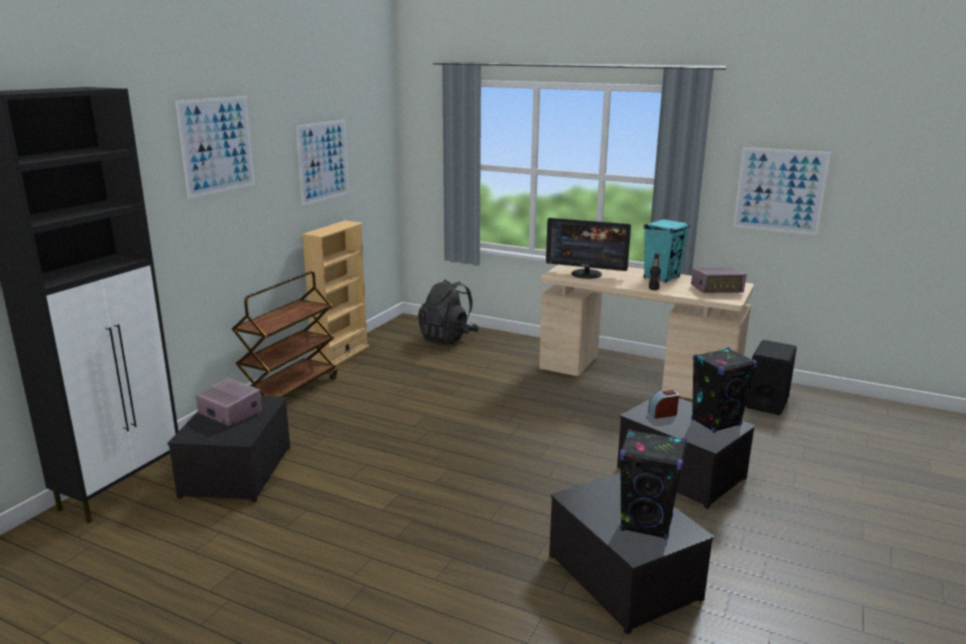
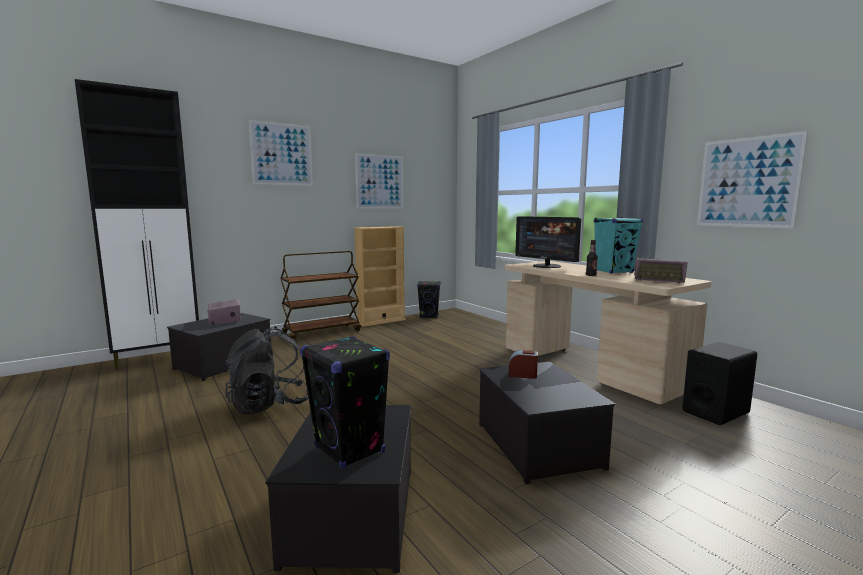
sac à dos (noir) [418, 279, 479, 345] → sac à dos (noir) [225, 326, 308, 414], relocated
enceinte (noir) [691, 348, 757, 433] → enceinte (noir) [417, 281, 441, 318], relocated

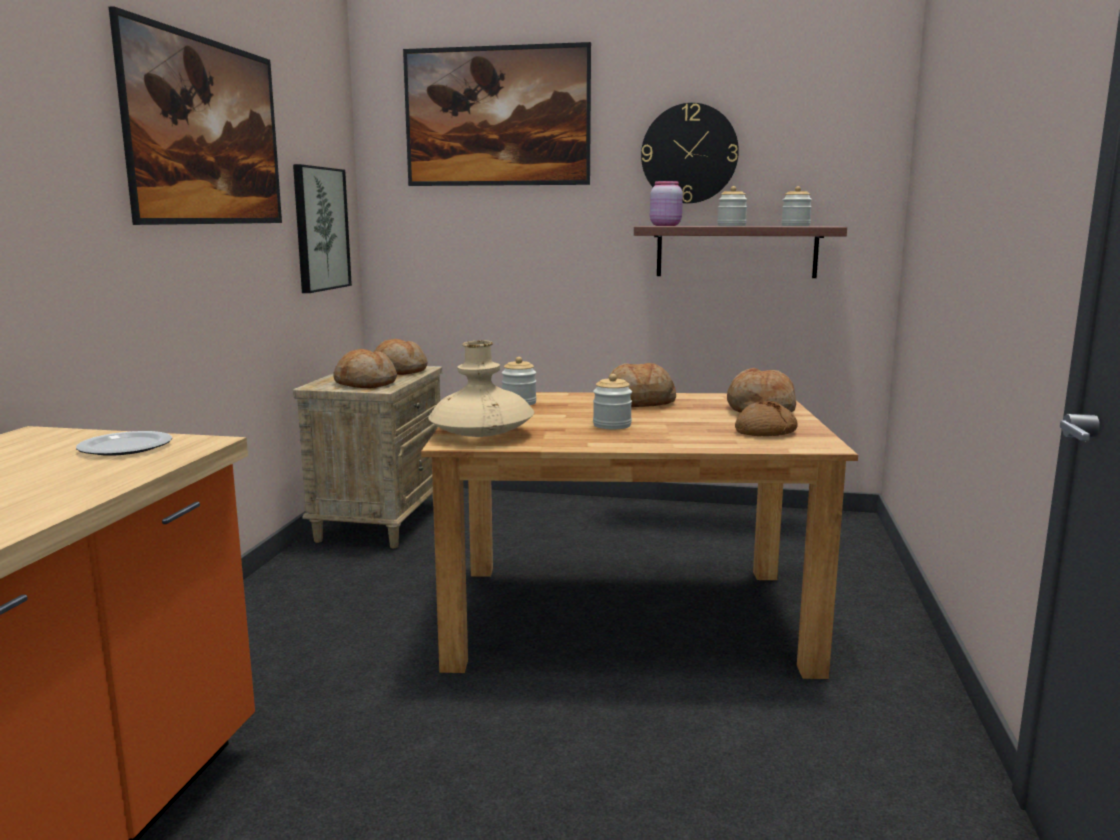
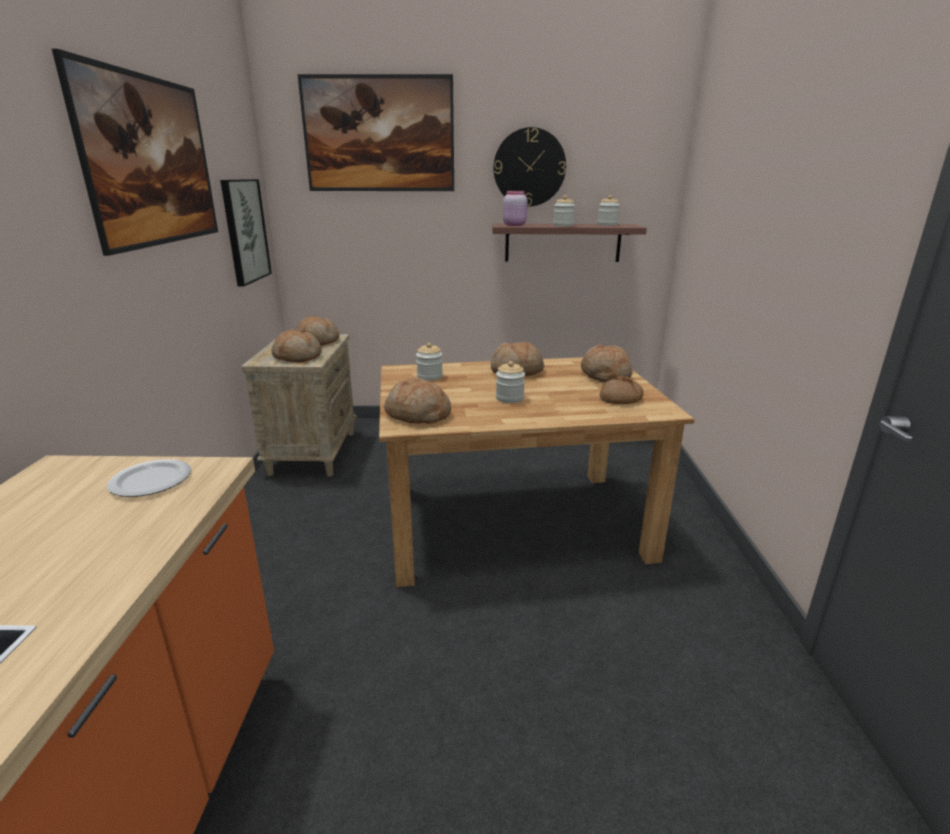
vase (beige) [428, 340, 534, 437] → pain [384, 377, 451, 424]

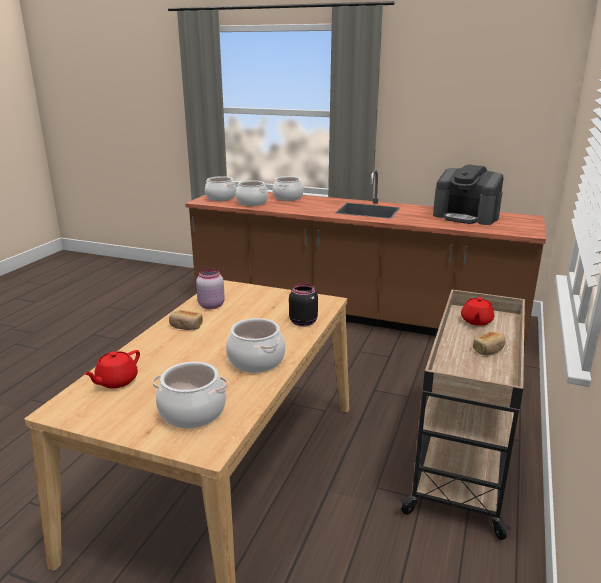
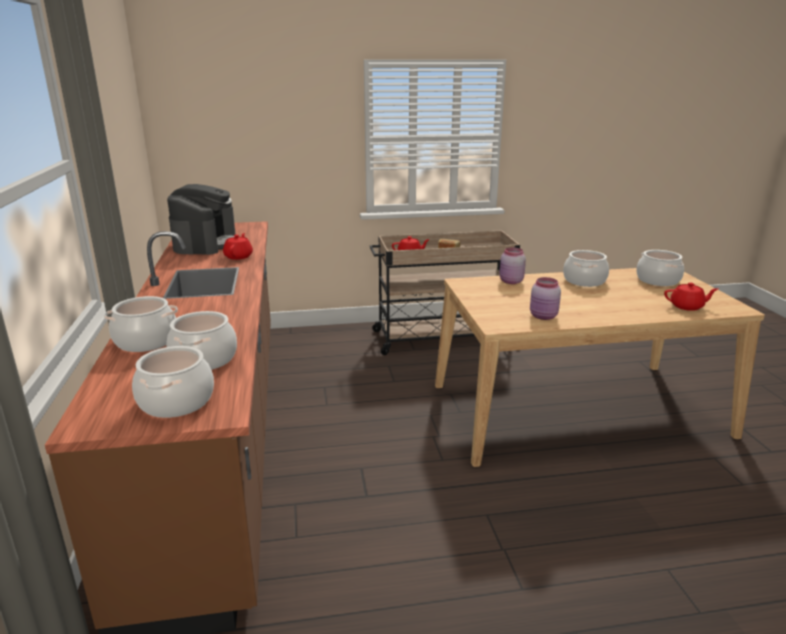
pain [169, 310, 203, 330] → -
- → théière (rouge) [223, 233, 253, 260]
bocal (noir) [289, 283, 318, 327] → bocal (rose) [499, 247, 526, 284]

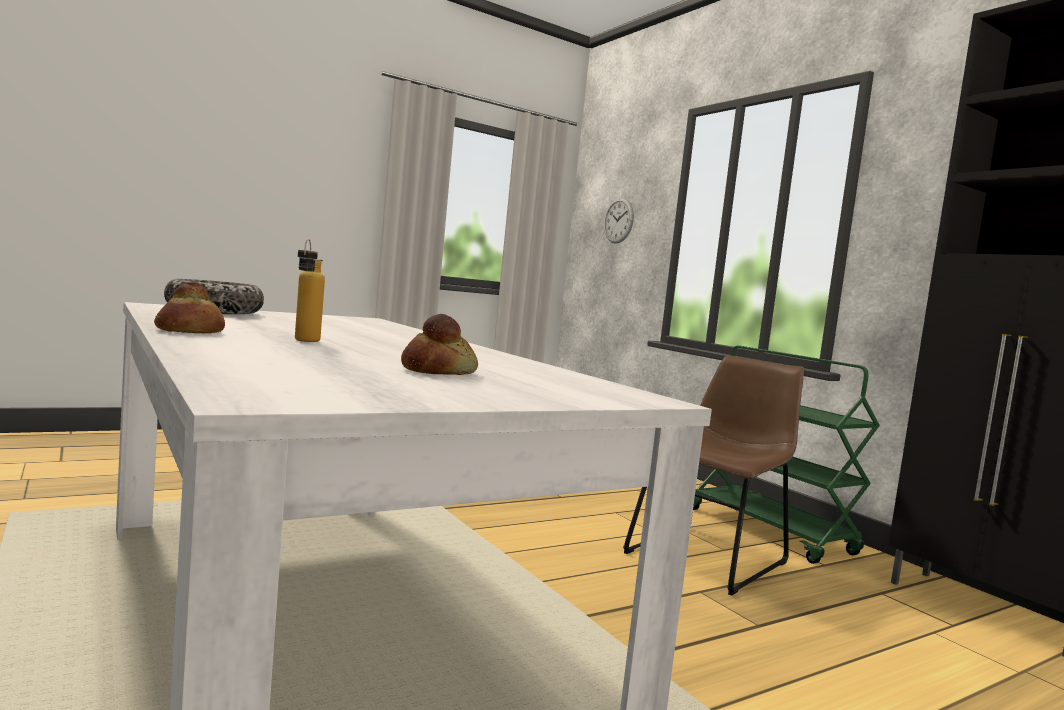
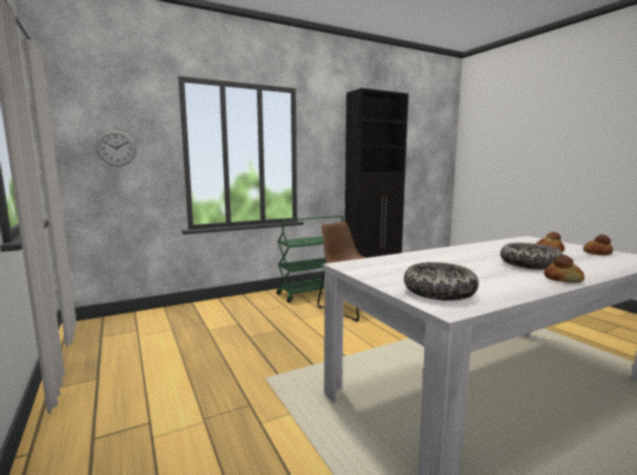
- → pain [583, 234, 613, 255]
bouteille [295, 239, 325, 342] → bol [500, 243, 563, 270]

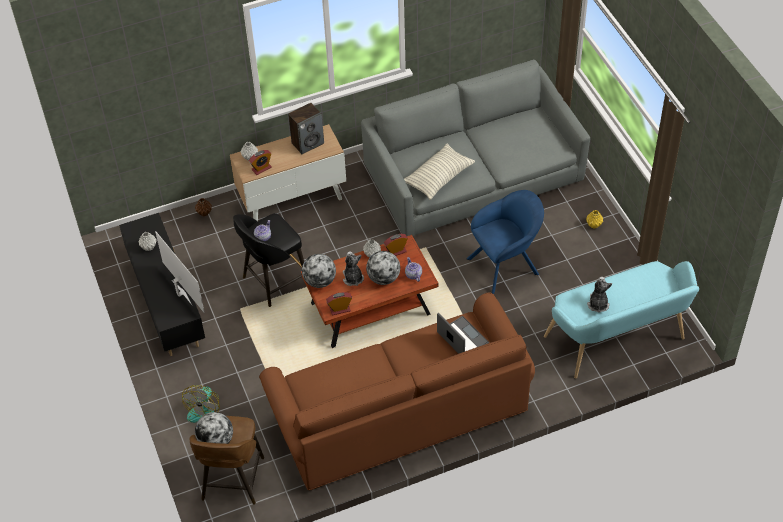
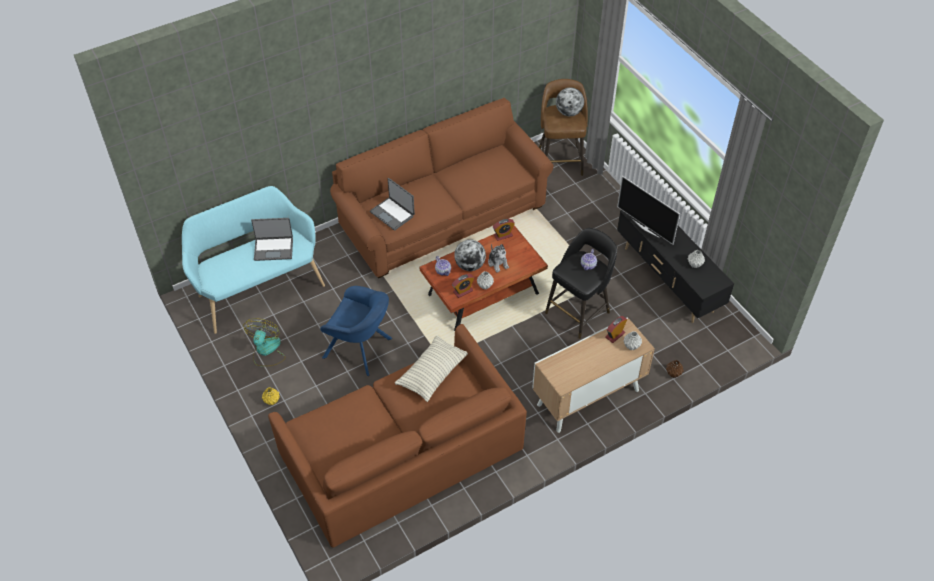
enceinte [288, 103, 324, 155] → -
globe [302, 254, 336, 288] → -
ventilateur [182, 385, 219, 423] → ventilateur [244, 318, 285, 367], relocated
peluche [587, 277, 612, 313] → ordinateur portable [251, 218, 293, 261]
canapé (gris) [361, 60, 590, 236] → canapé (marron) [268, 324, 527, 548]
fauteuil (bleu) [467, 190, 544, 294] → fauteuil (bleu) [320, 286, 392, 376], 120 degrees counterclockwise

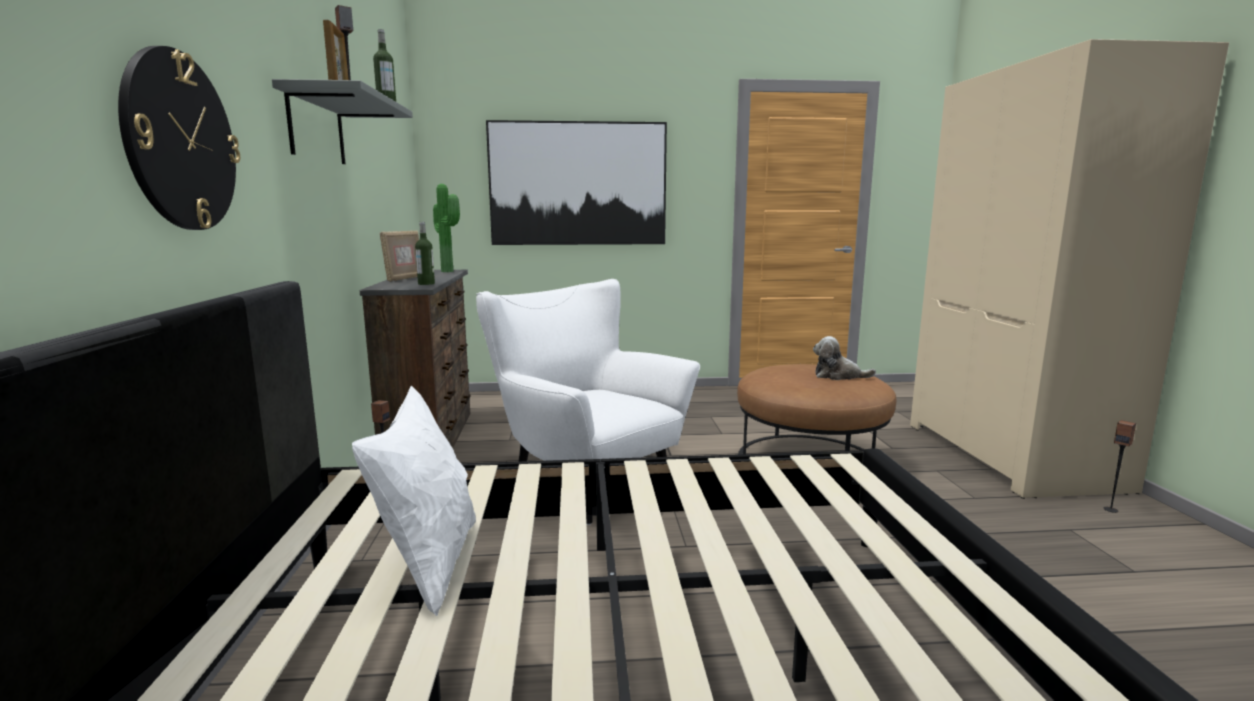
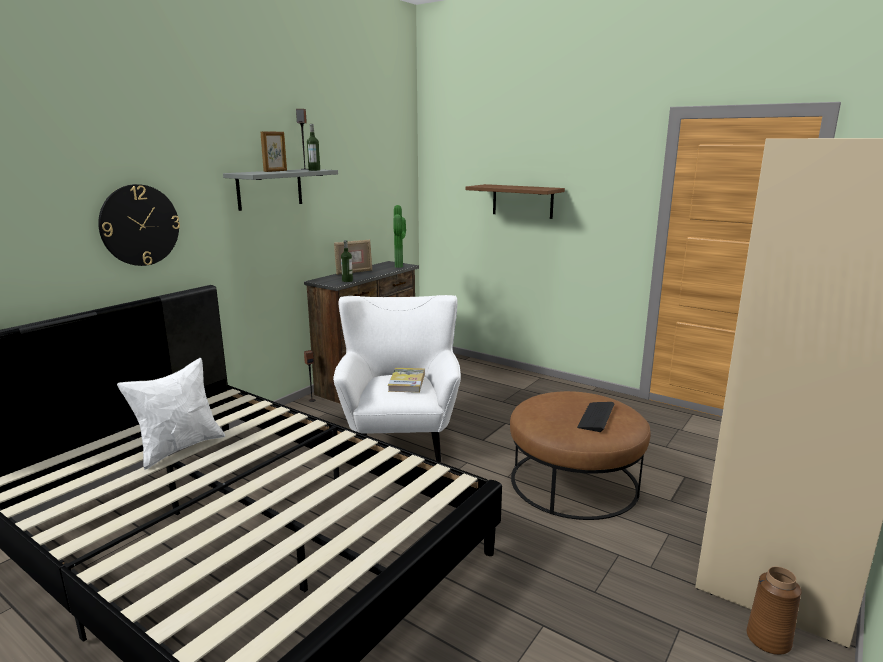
- → livre [388, 368, 425, 393]
tableau [486, 120, 667, 245] → étagère (marron) [466, 184, 565, 219]
peluche [813, 336, 876, 380] → clavier [577, 402, 614, 432]
enceinte [1104, 420, 1136, 513] → vase (marron) [747, 567, 802, 655]

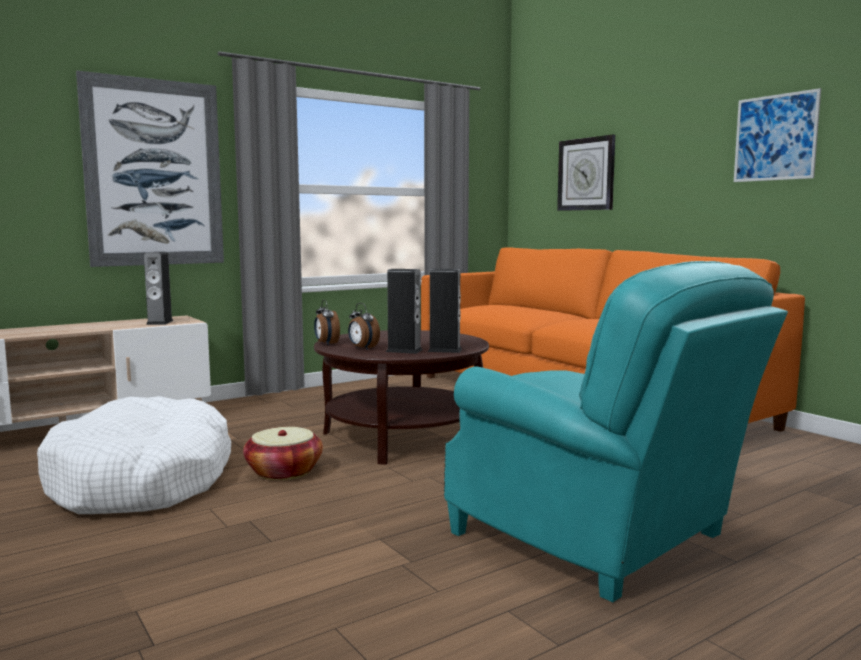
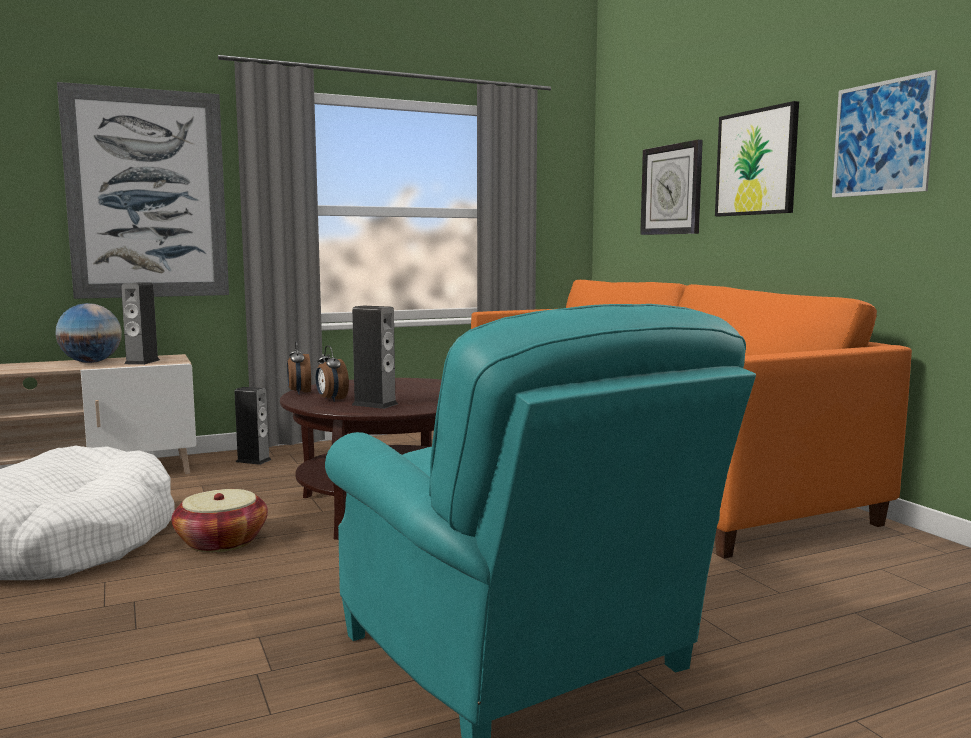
- → globe [55, 303, 122, 363]
- → tableau [715, 101, 799, 216]
enceinte [428, 269, 462, 353] → enceinte [235, 387, 272, 465], relocated

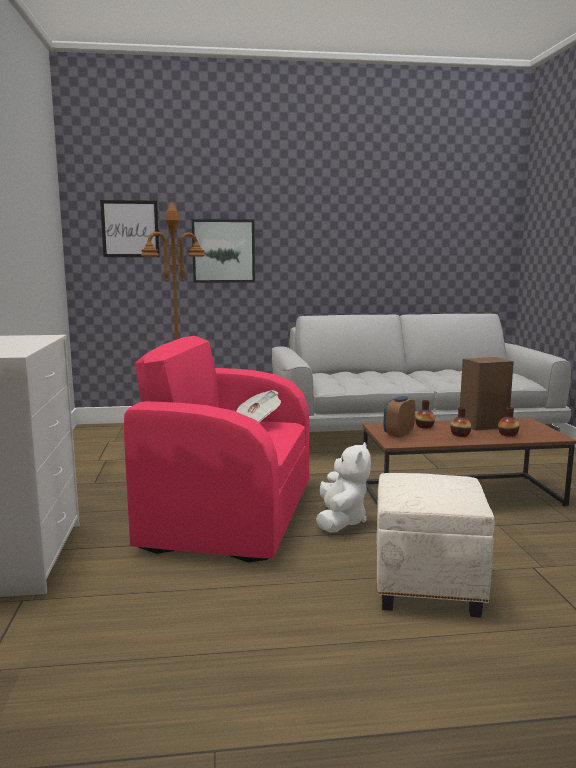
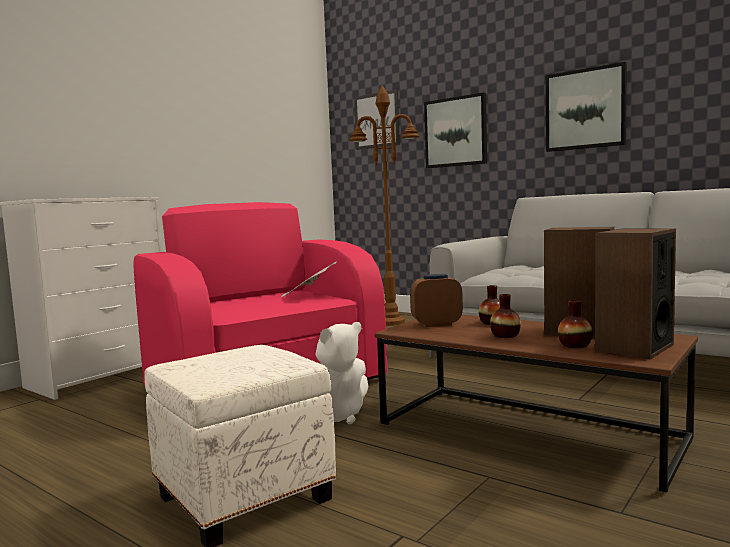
- → tableau [546, 62, 627, 152]
- → enceinte [595, 229, 676, 359]

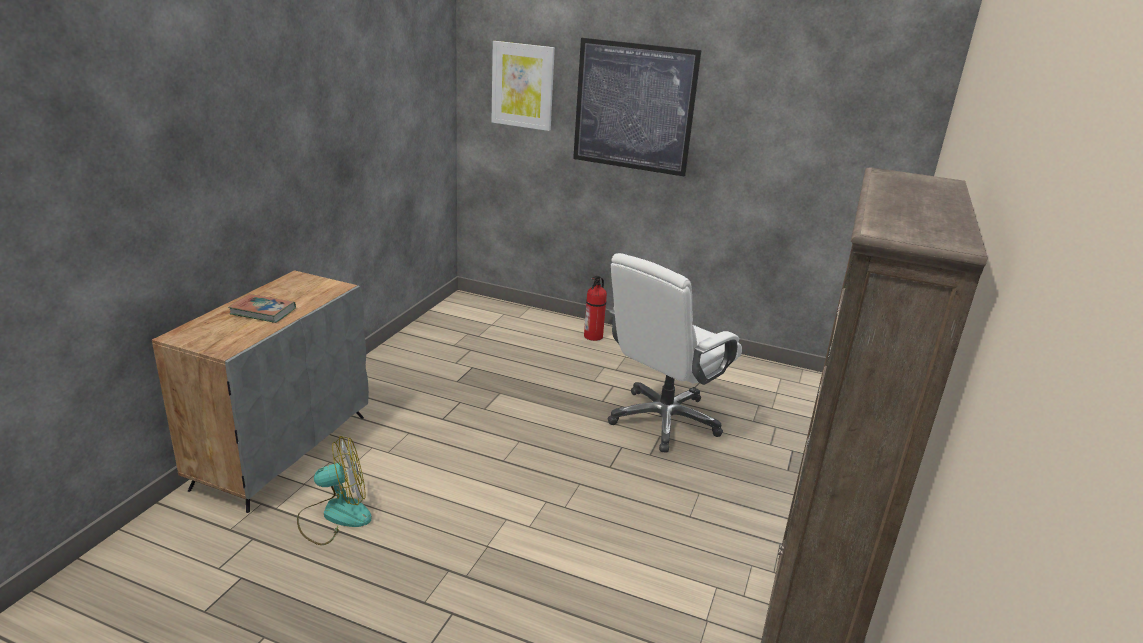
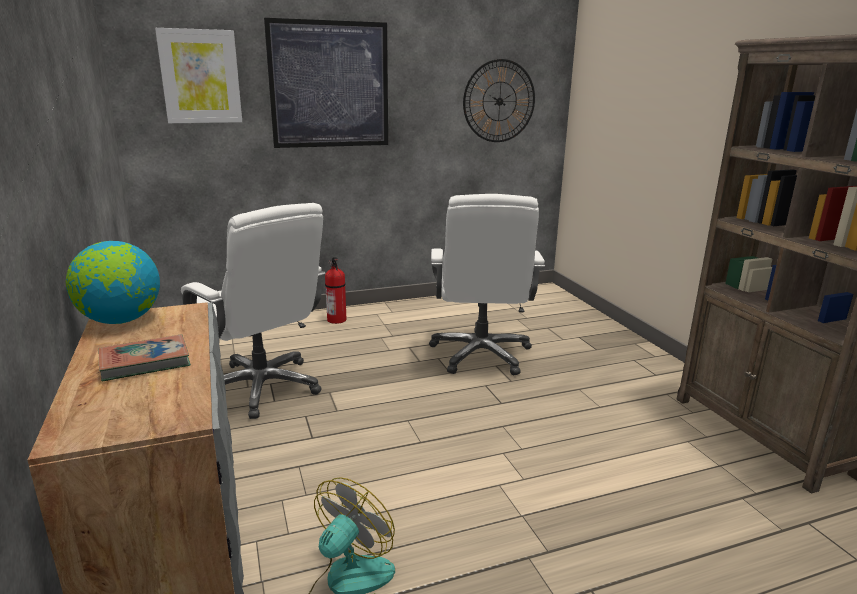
- → globe [66, 241, 160, 324]
- → chaise de bureau (blanc) [181, 203, 326, 419]
- → horloge murale [463, 59, 535, 142]

